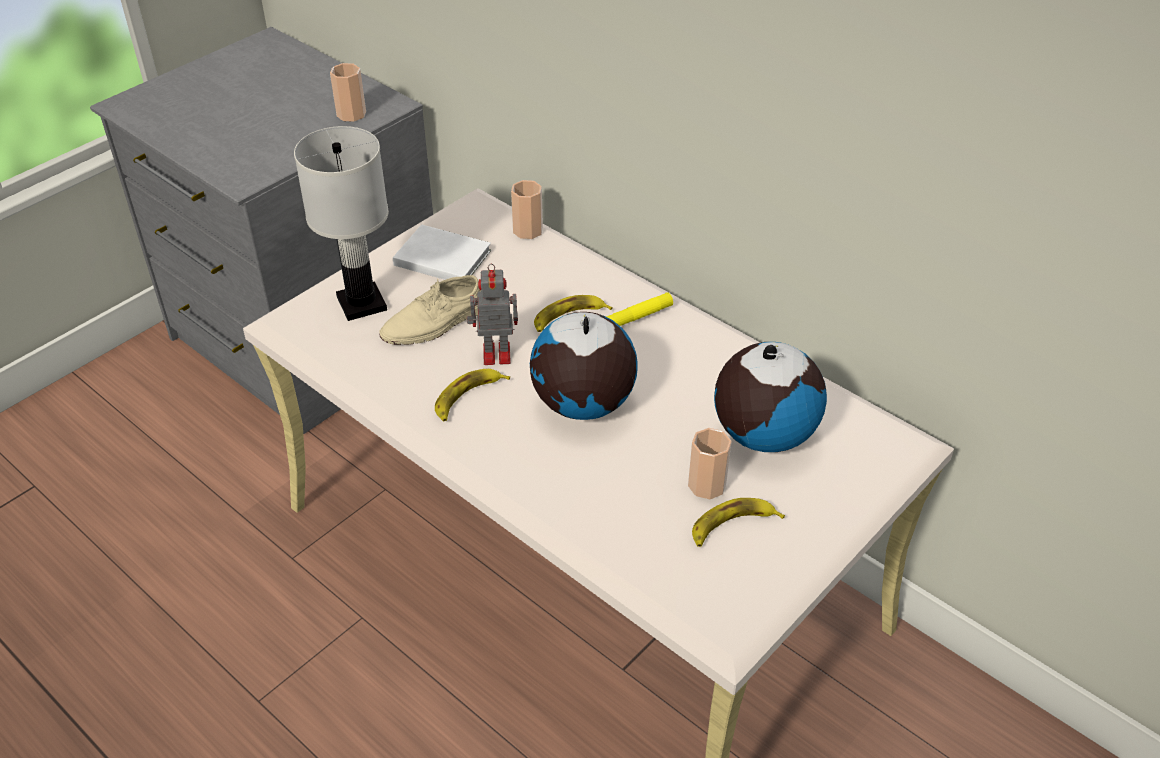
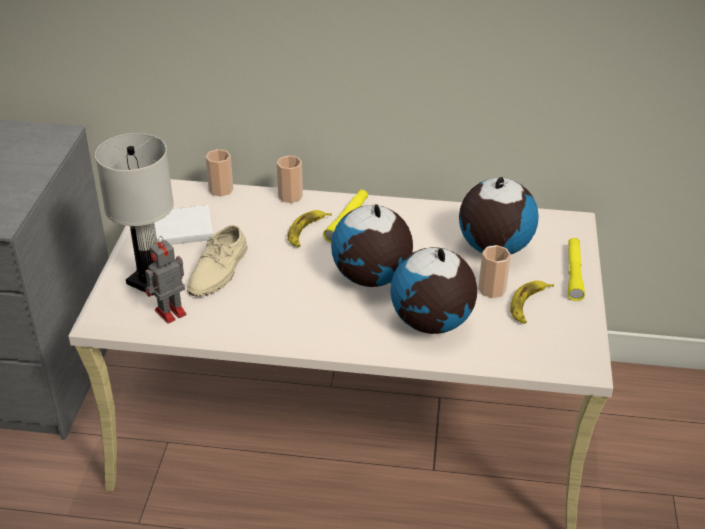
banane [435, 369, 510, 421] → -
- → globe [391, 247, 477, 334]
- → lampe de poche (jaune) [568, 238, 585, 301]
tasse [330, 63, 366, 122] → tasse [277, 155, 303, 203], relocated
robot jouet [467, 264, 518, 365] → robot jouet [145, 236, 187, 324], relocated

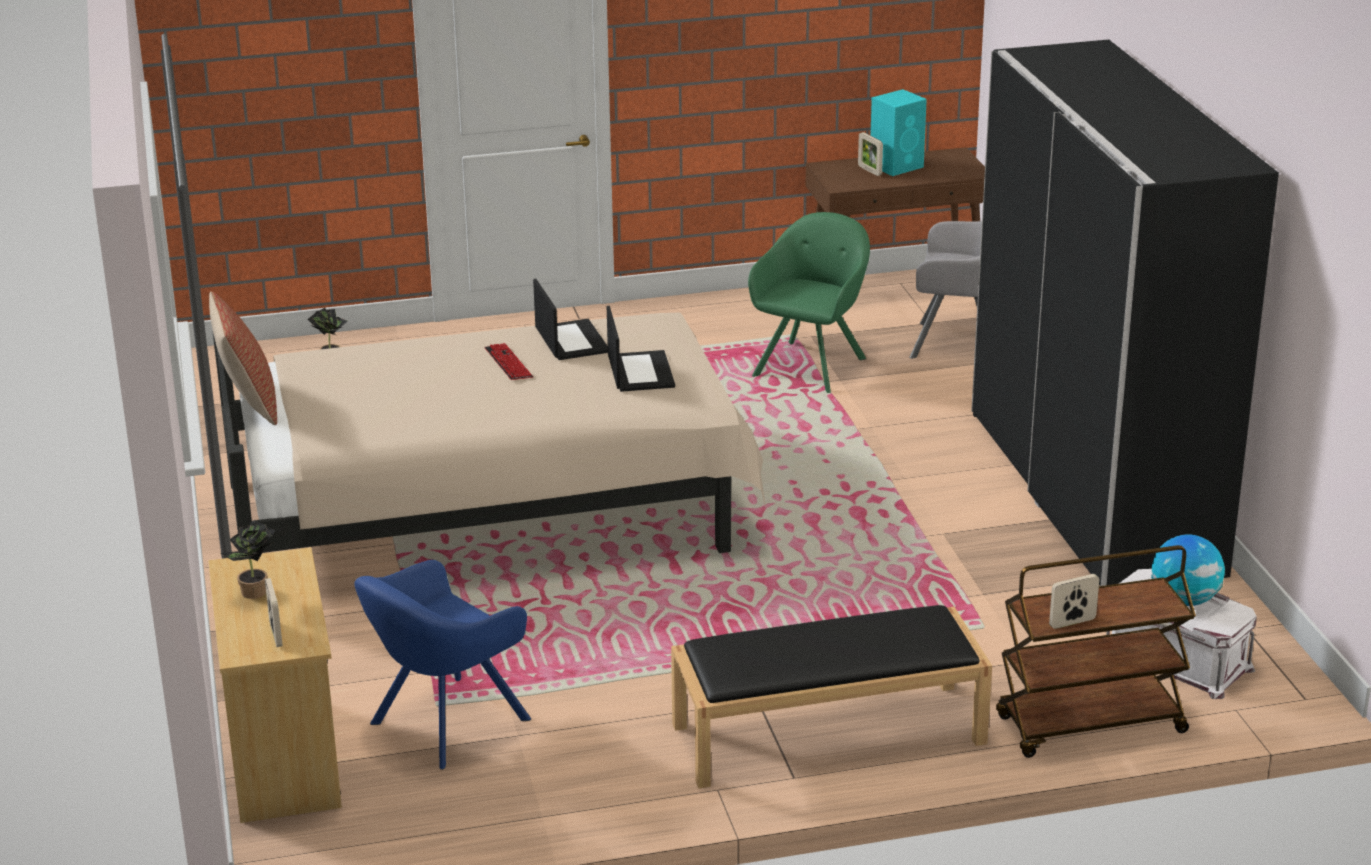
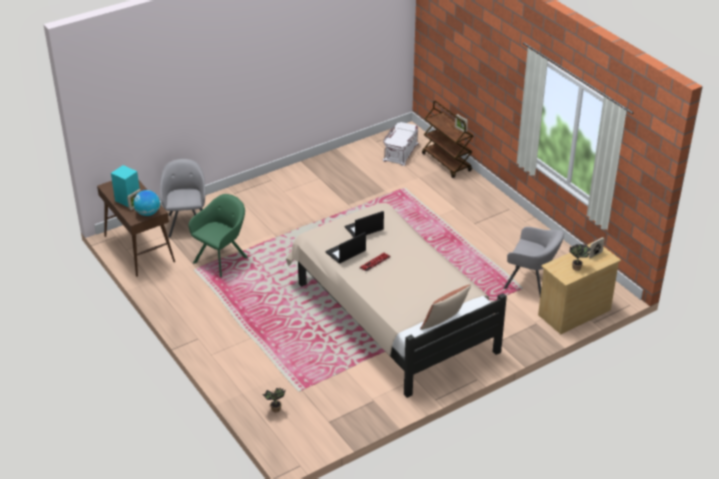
banc (noir) [671, 605, 992, 789] → -
armoire (noir) [971, 40, 1279, 586] → -
globe [1151, 535, 1225, 606] → globe [133, 190, 160, 216], relocated
fauteuil (bleu) [354, 560, 531, 770] → fauteuil (gris) [503, 227, 564, 296]
fauteuil (vert) [748, 212, 870, 393] → fauteuil (vert) [188, 194, 248, 278], 120 degrees clockwise

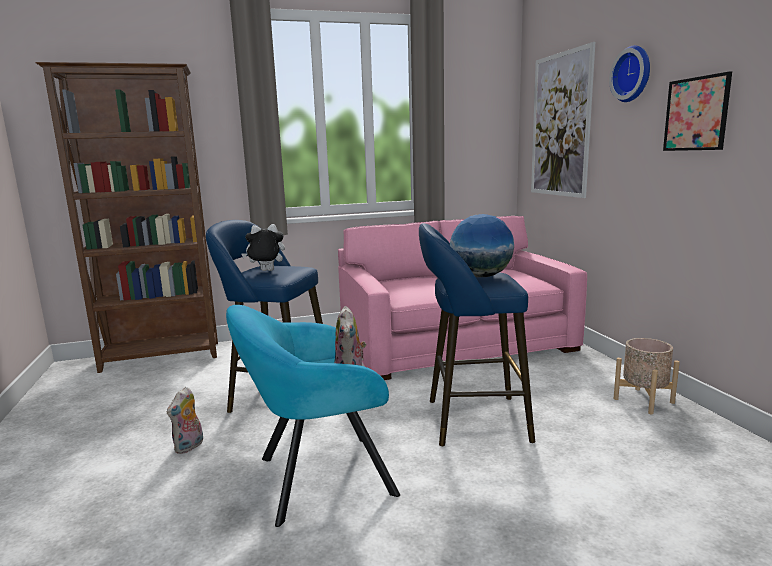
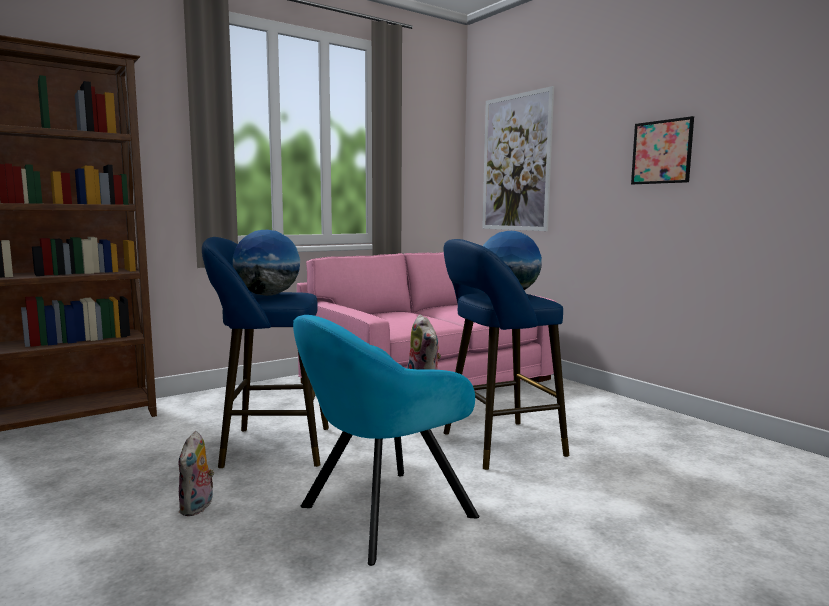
horloge murale [609, 45, 650, 102] → -
cache-pot (beige) [614, 338, 680, 415] → -
peluche [241, 224, 285, 271] → globe [233, 230, 300, 296]

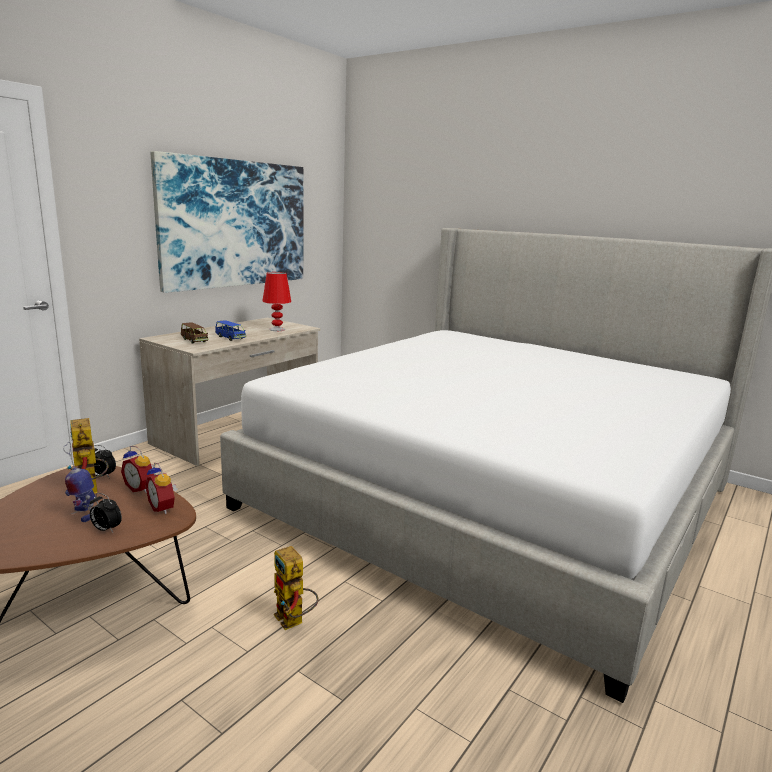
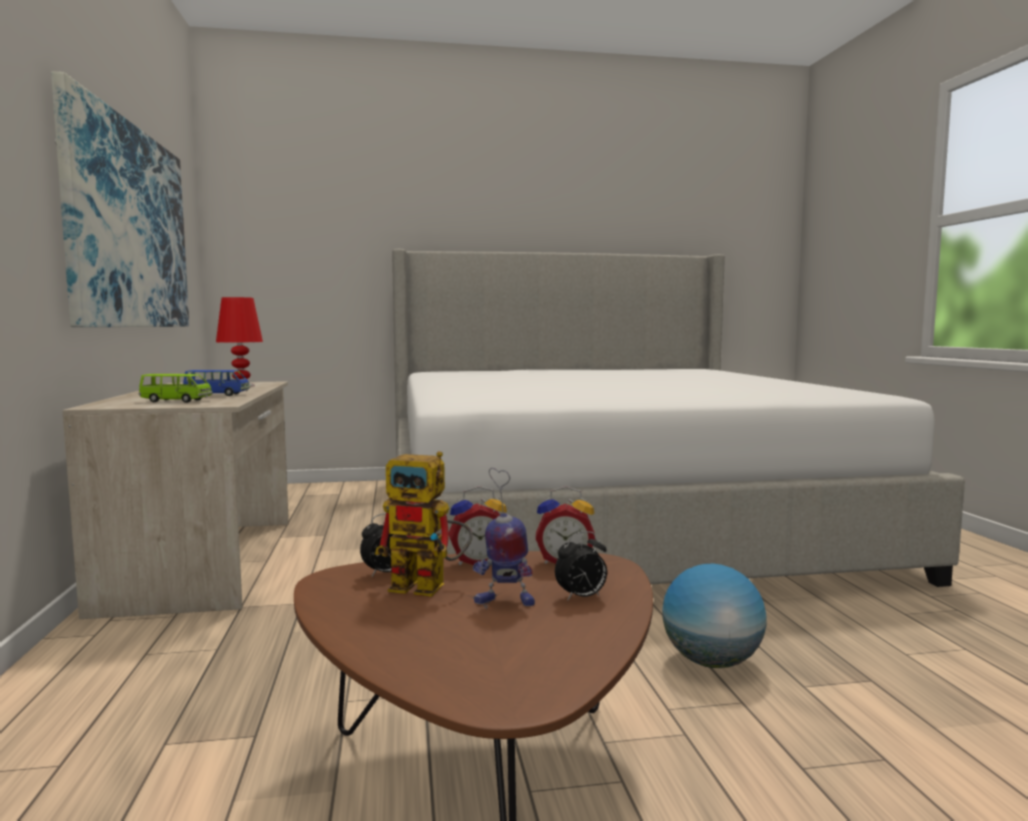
robot jouet [274, 546, 318, 630] → globe [662, 564, 766, 668]
petite voiture (marron) [180, 322, 209, 344] → petite voiture (vert) [139, 374, 213, 403]

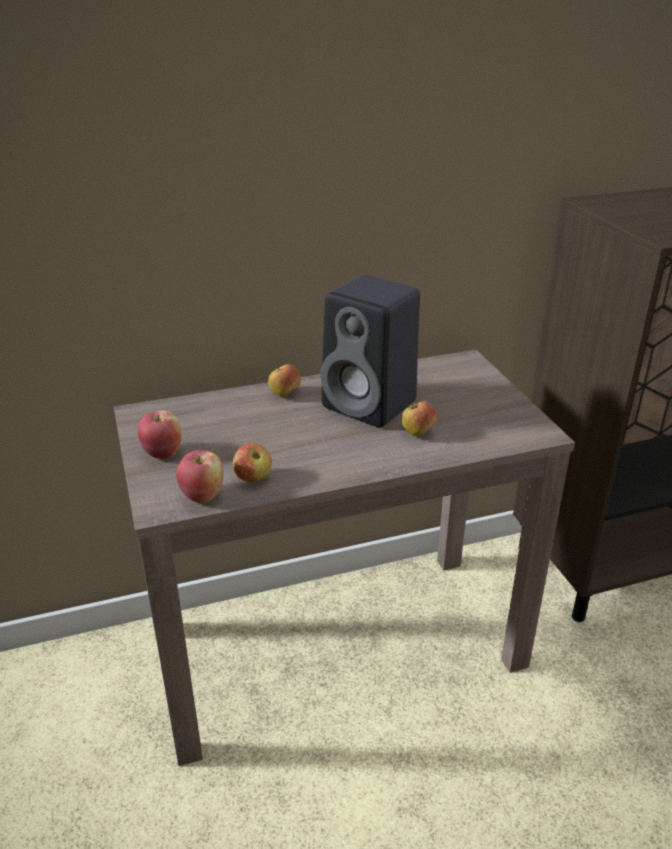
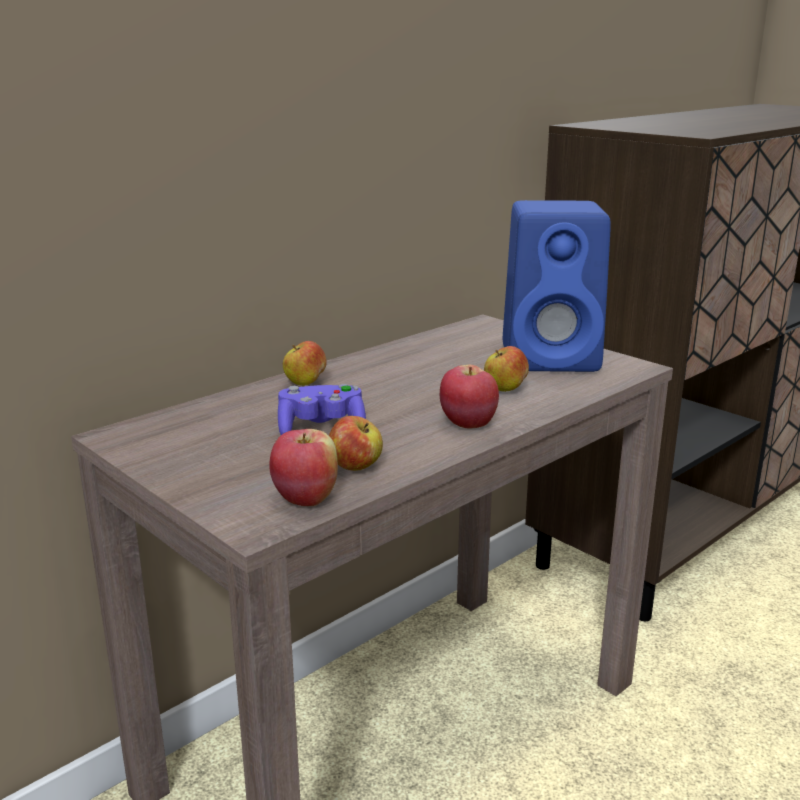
enceinte (noir) [320, 275, 420, 427] → -
- → manette (violet) [278, 384, 366, 435]
- → enceinte (bleu) [503, 200, 611, 372]
pomme [138, 410, 182, 459] → pomme [440, 365, 499, 429], relocated

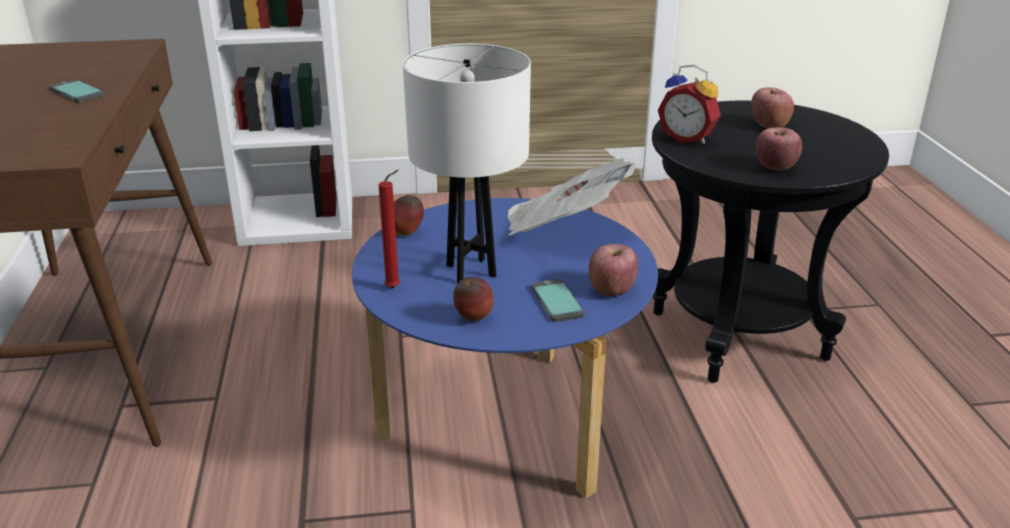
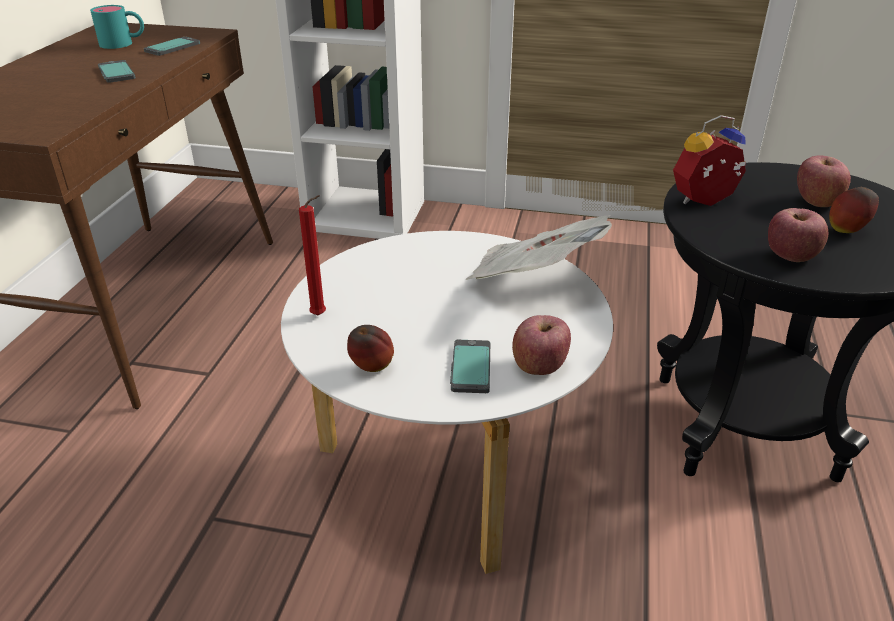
lampe de table (blanc) [403, 44, 531, 283] → -
- → mug (turquoise) [90, 5, 144, 49]
- → téléphone [144, 37, 200, 56]
pomme [394, 195, 424, 236] → pomme [829, 187, 879, 233], relocated
table basse (bleu) [352, 198, 658, 499] → table basse (blanc) [281, 231, 613, 574]
réveil [658, 65, 721, 144] → réveil [673, 115, 746, 206], 105 degrees clockwise

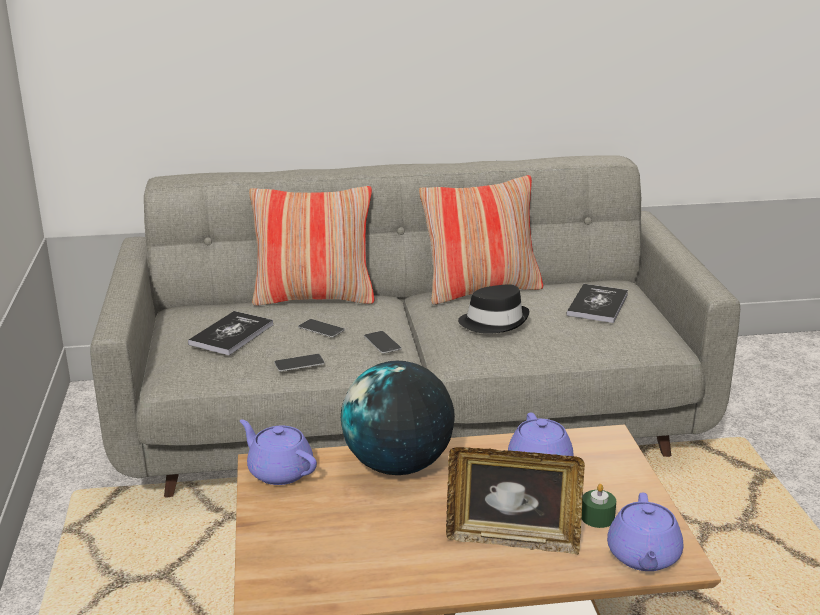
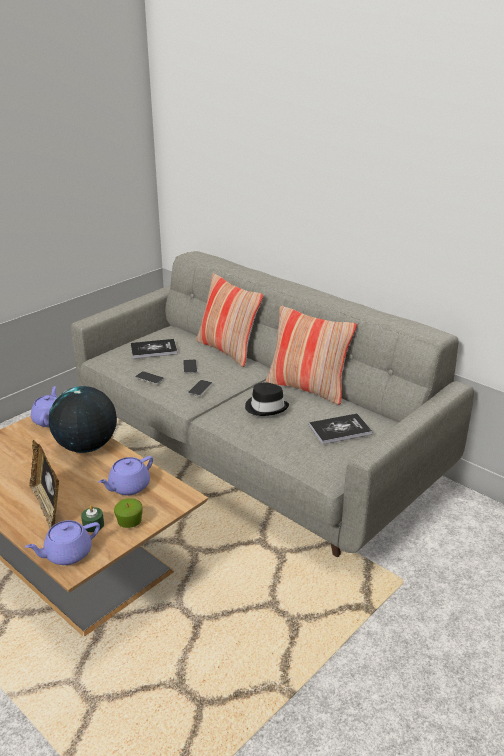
- → pomme [114, 498, 143, 528]

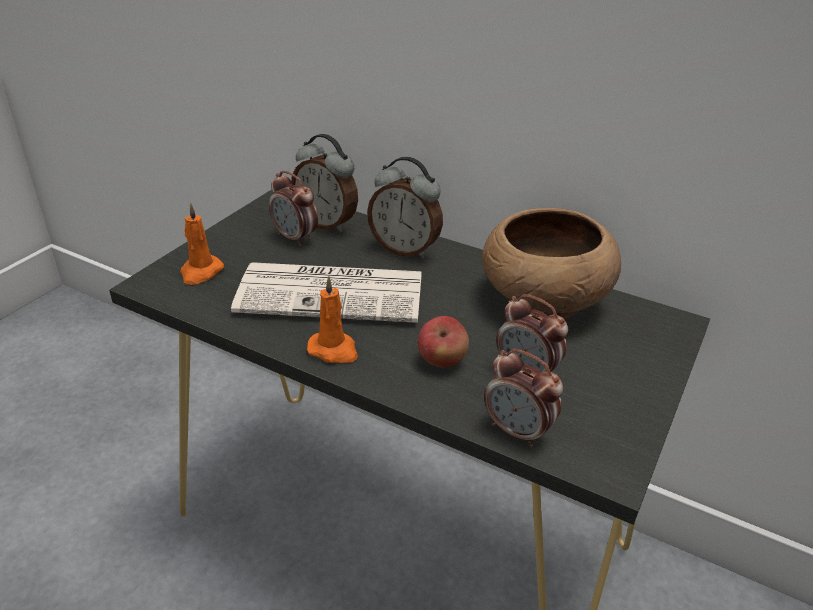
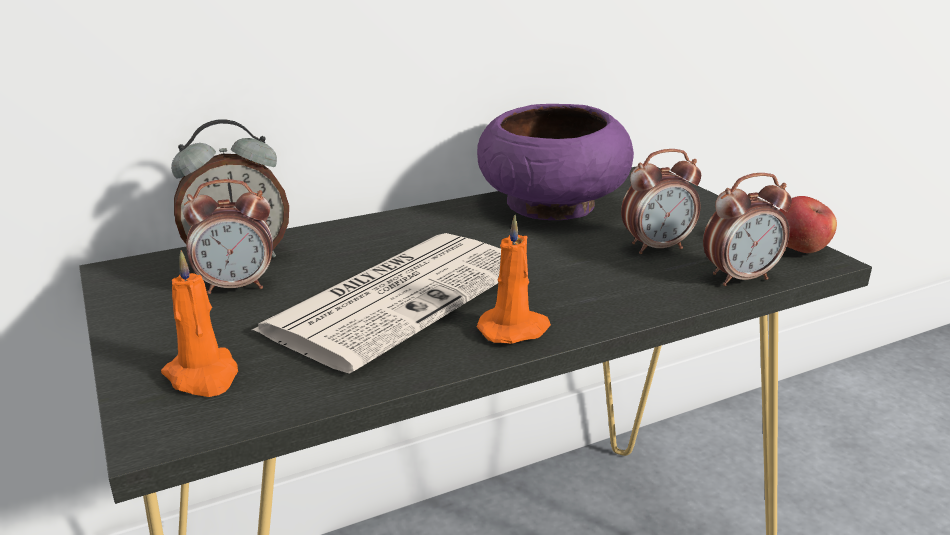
réveil [367, 157, 443, 259] → -
pomme [418, 316, 469, 368] → pomme [779, 196, 837, 253], relocated
bol (marron) [482, 208, 621, 319] → bol (violet) [477, 104, 634, 220]

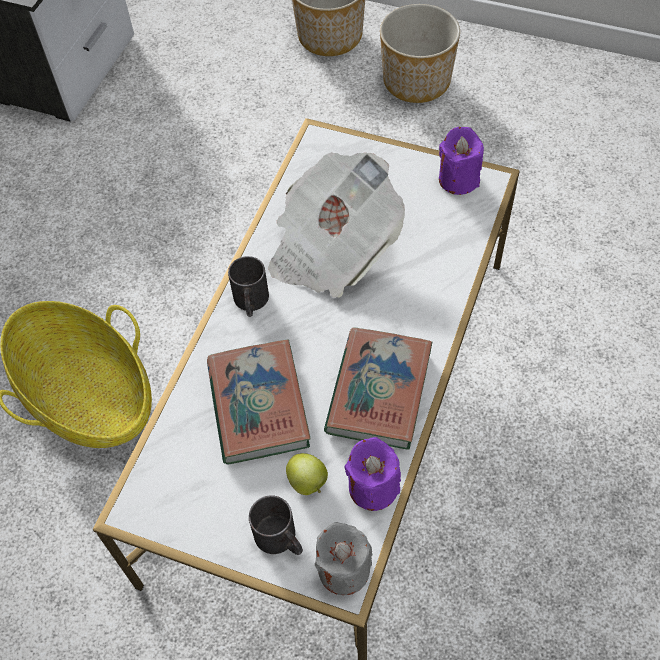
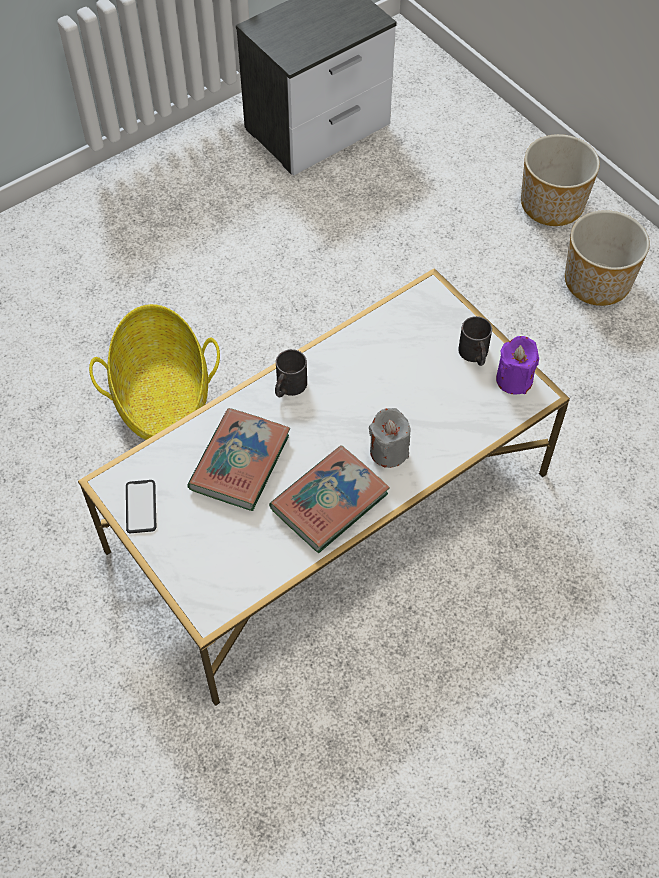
journal [268, 152, 405, 298] → -
pomme [286, 453, 328, 495] → -
bougie (violet) [344, 437, 401, 511] → -
- → téléphone [126, 480, 156, 533]
mug (noir) [249, 496, 303, 555] → mug (noir) [458, 316, 492, 366], relocated
bougie (gris) [315, 522, 373, 595] → bougie (gris) [369, 408, 410, 468], relocated

